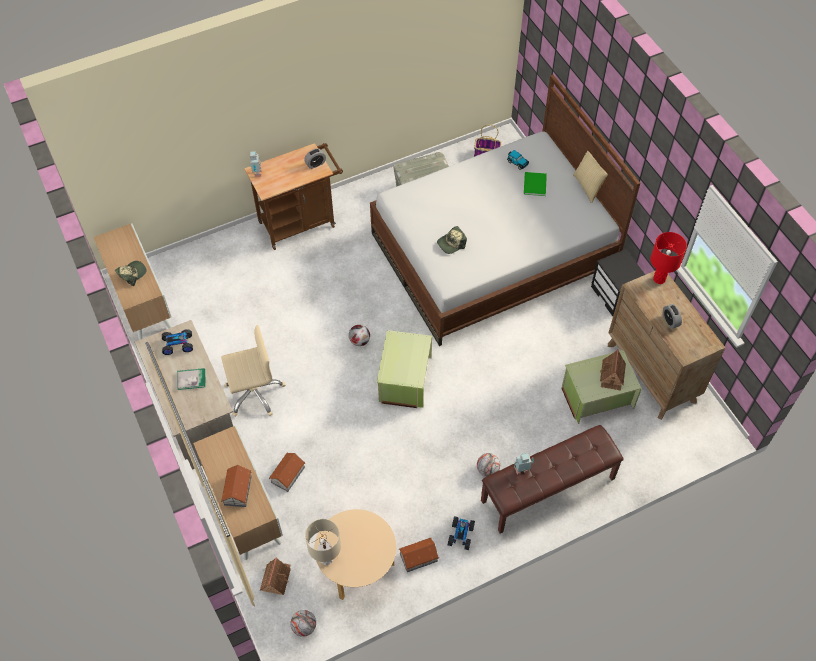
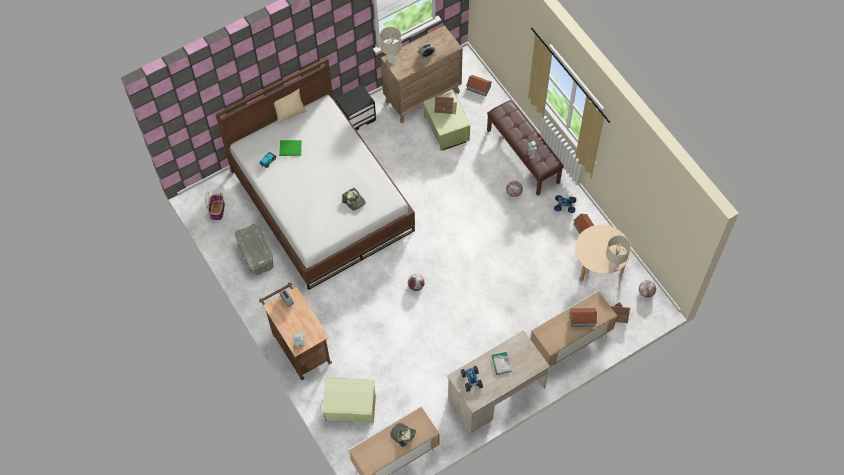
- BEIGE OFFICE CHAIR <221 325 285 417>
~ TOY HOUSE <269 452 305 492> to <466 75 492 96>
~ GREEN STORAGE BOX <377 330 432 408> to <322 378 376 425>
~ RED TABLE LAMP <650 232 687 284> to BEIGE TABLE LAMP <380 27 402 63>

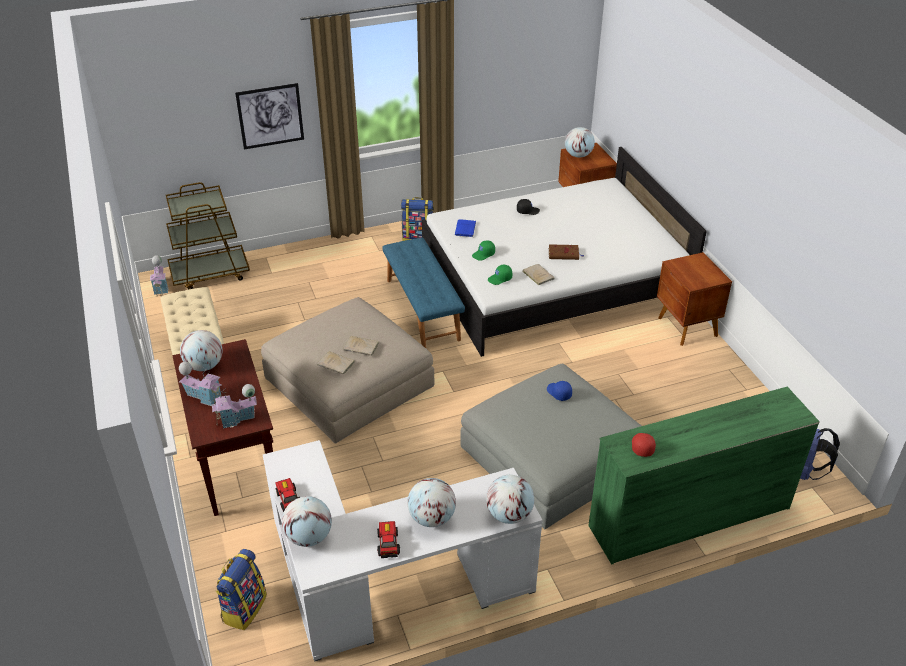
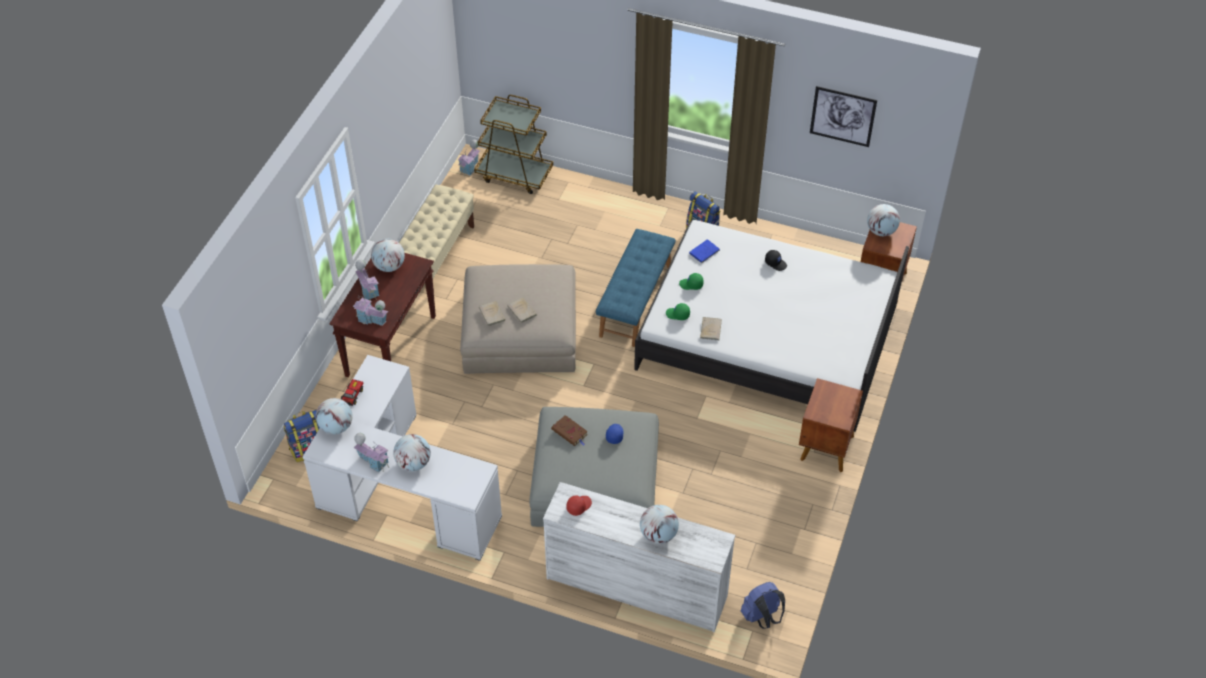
~ PICTURE <235 83 304 150> to <810 86 877 147>
~ TOY CAR <377 521 400 558> to TOY HOUSE <354 433 389 473>
~ GLOBE <486 475 534 524> to <640 505 679 544>
~ BROWN BOOK <549 244 585 260> to <551 415 588 446>
~ GREEN DRESSER <588 387 820 565> to WHITE DRESSER <543 482 735 632>

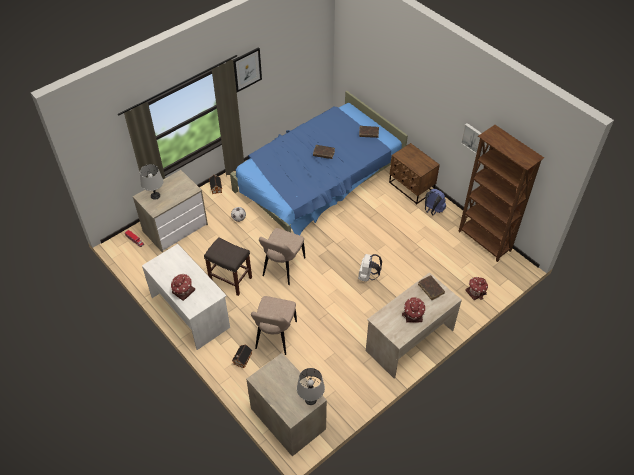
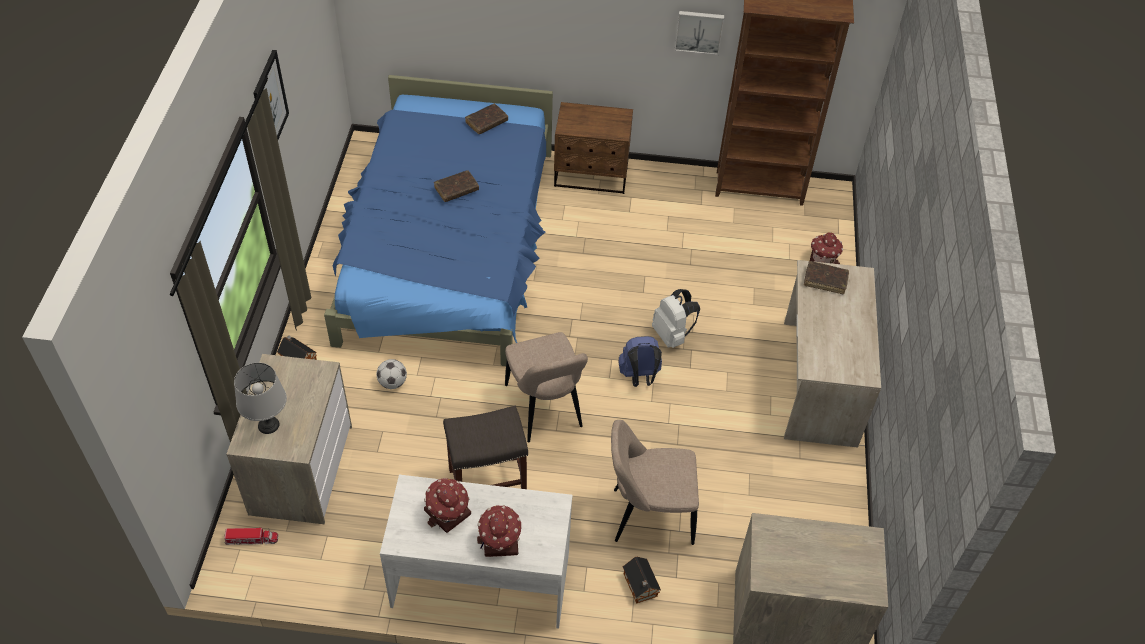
~ BEIGE CHAIR <251 296 297 355> = <611 420 699 545> 120 degrees clockwise
- GREY TABLE LAMP <297 368 325 405>
~ TOY HOUSE <402 297 425 322> to <424 478 471 533>
~ BLUE BACKPACK <425 189 446 215> to <618 336 662 387>

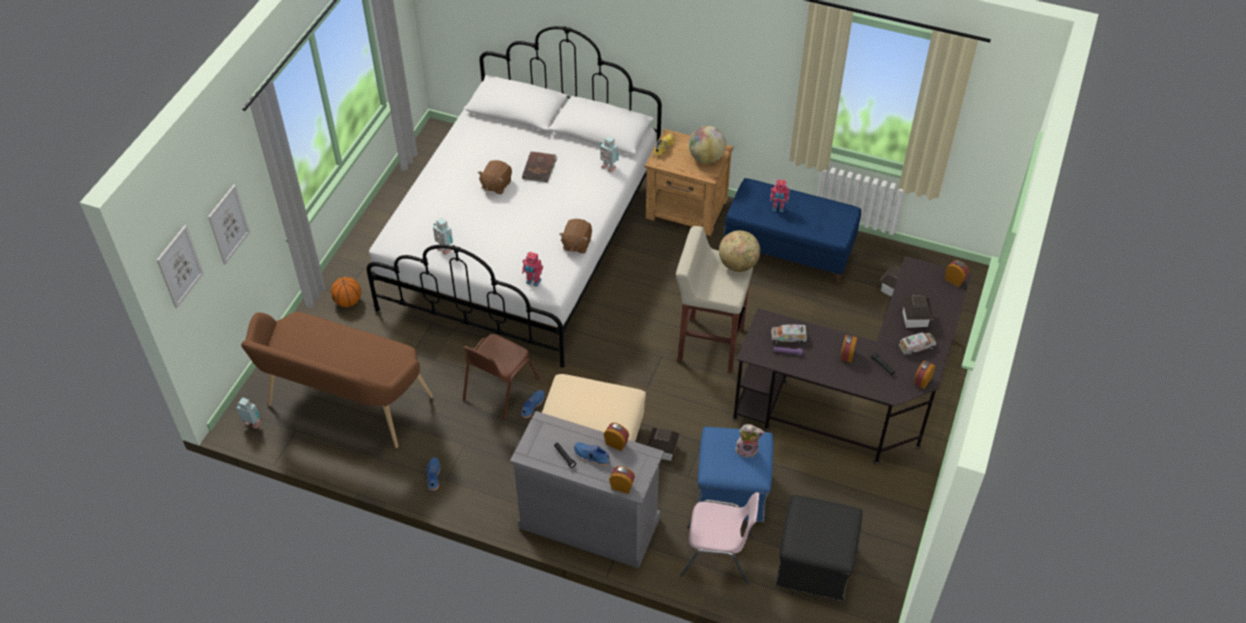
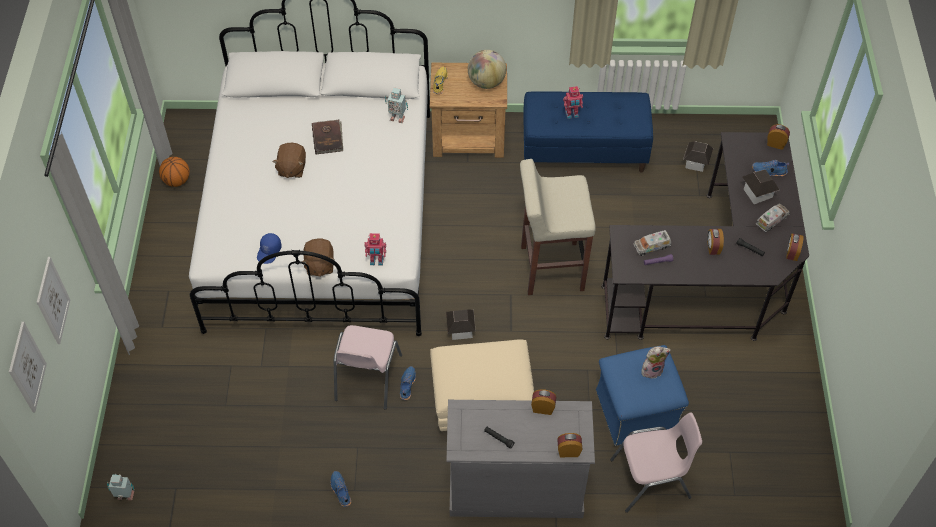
- BROWN BENCH <241 312 433 448>
~ BASKETBALL <331 277 361 307> to <159 157 190 187>
~ TOY ROBOT <433 217 453 255> to BLUE CAP <257 233 282 264>
~ BROWN CHAIR <463 334 540 421> to PINK CHAIR <334 325 402 410>
~ BROWN PLUSH TOY <559 219 592 254> to <302 239 335 277>
~ BLUE SHOE <574 442 611 466> to <752 160 789 176>
~ TOY HOUSE <647 428 680 461> to <446 309 476 340>
- GLOBE <719 230 760 272>
- BLACK OTTOMAN <775 495 863 602>

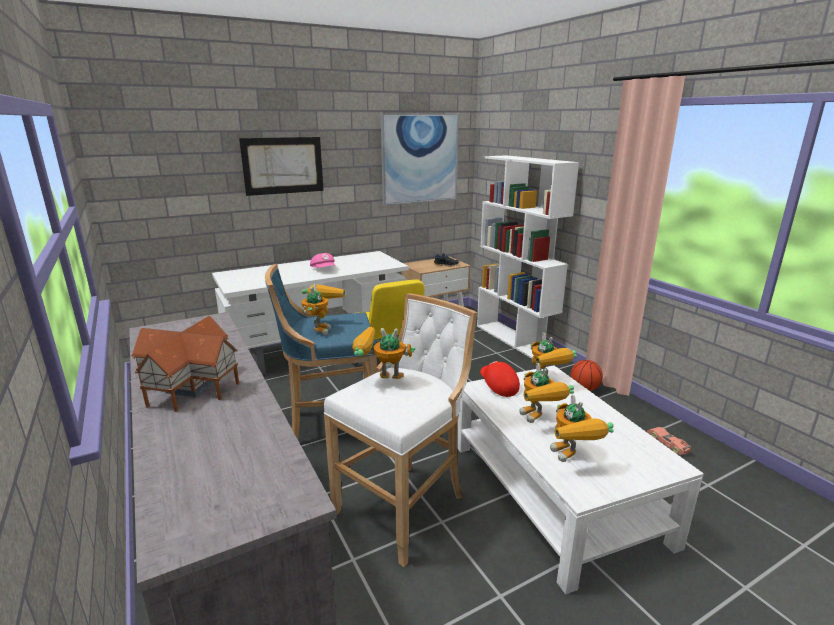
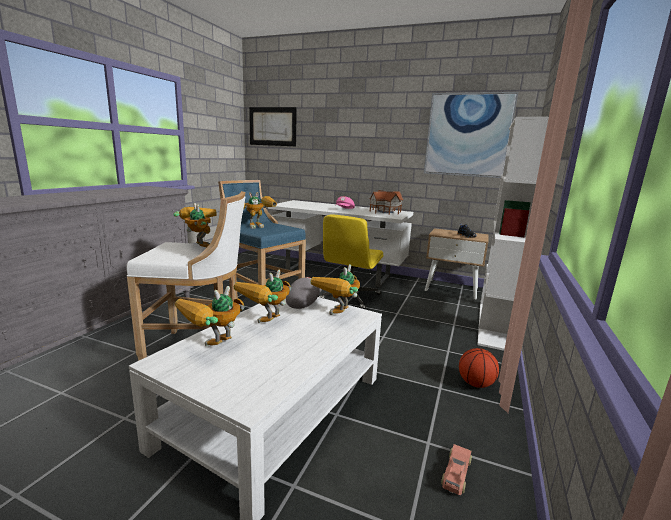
~ TOY HOUSE <131 316 239 412> to <369 190 403 215>
~ PICTURE <239 137 324 196> to <249 107 297 146>
~ RED CAP <480 361 520 397> to GREY CAP <286 277 322 309>

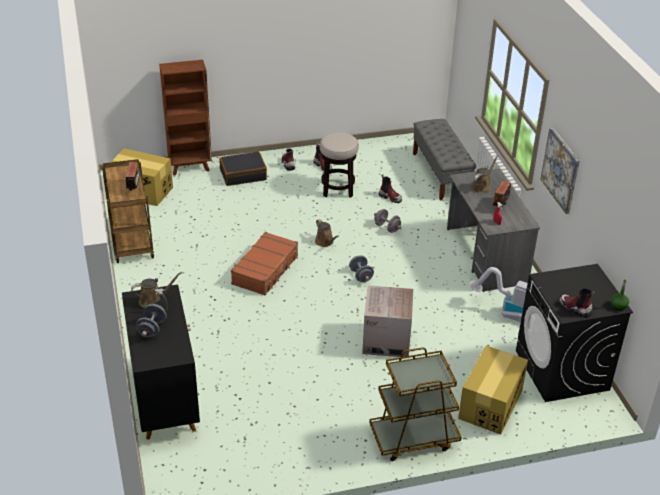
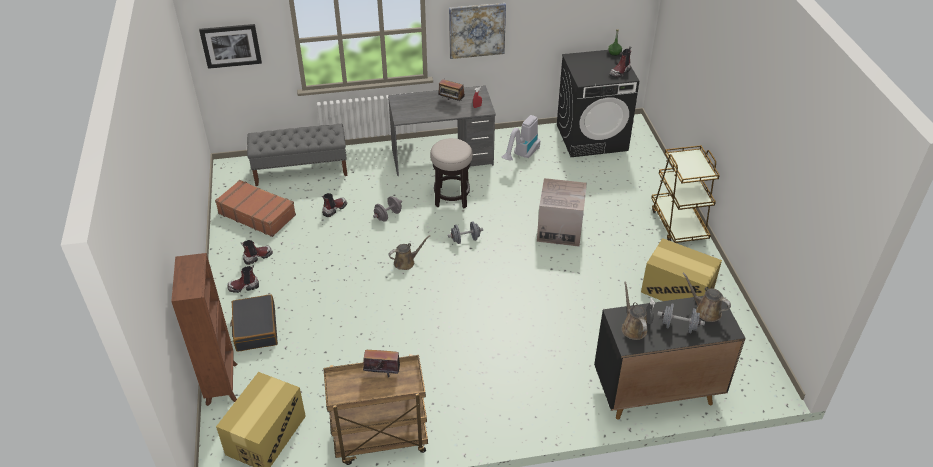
~ BROWN SUITCASE <231 232 298 295> to <215 180 296 237>
~ STOOL <320 132 359 198> to <430 138 473 208>
~ CARDBOARD BOX <458 346 528 435> to <641 238 722 301>
~ BROWN WATERING CAN <471 155 499 193> to <682 272 731 322>
+ PICTURE <199 24 262 69>

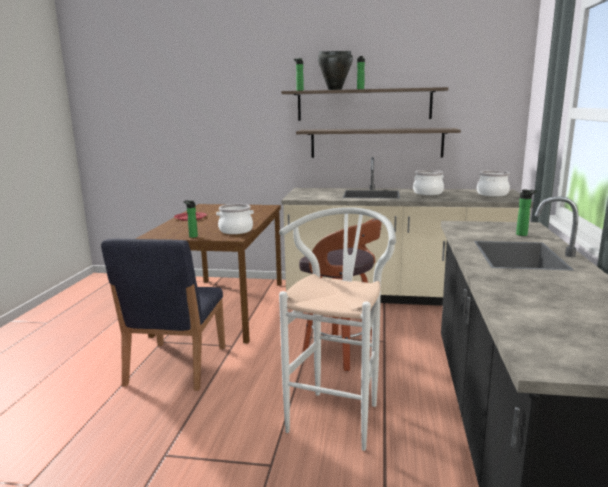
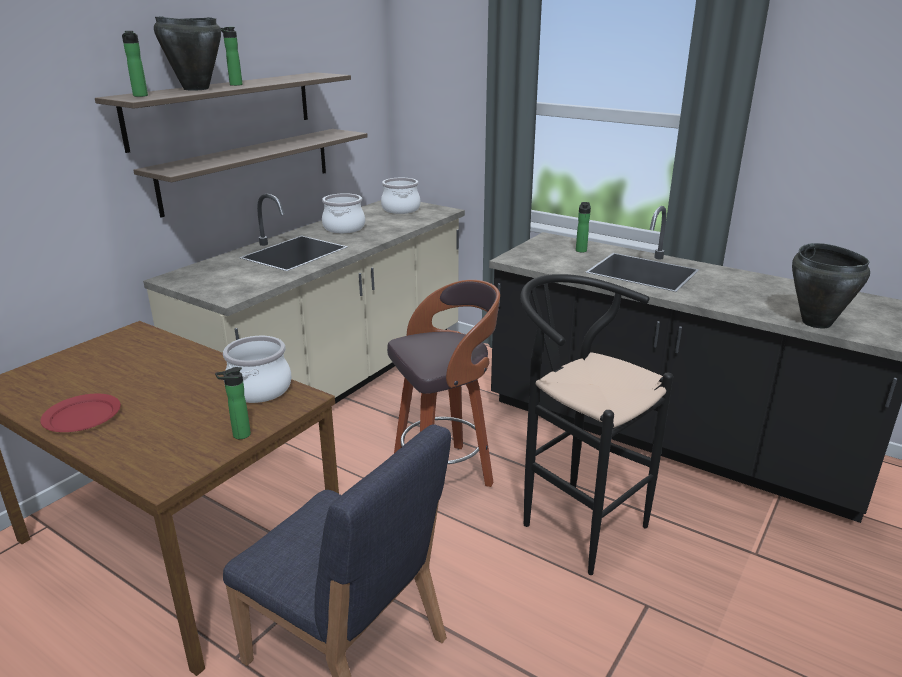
~ WHITE STOOL <279 207 396 451> to BLACK STOOL <520 274 673 575>
+ BLACK COOKING POT <792 243 870 329>

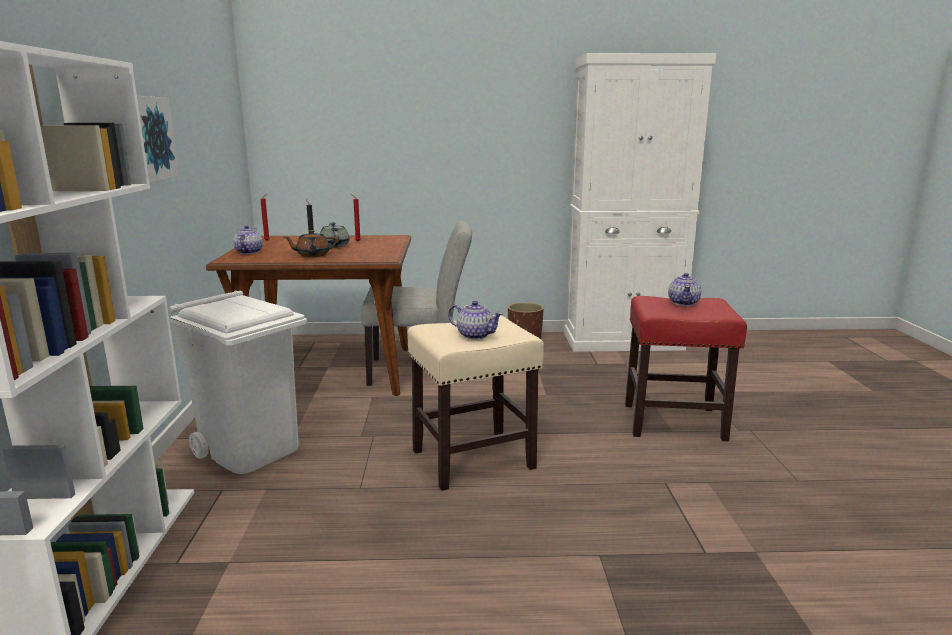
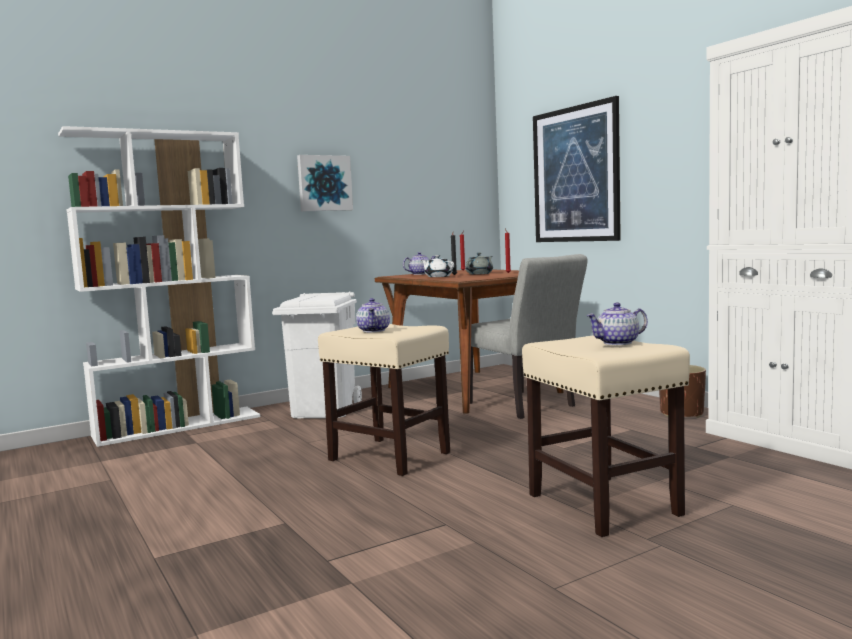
~ BROWN TEAPOT <284 230 337 257> to WHITE TEAPOT <422 255 454 277>
~ RED STOOL <625 296 747 441> to BEIGE STOOL <522 335 690 537>
+ PICTURE <533 96 621 242>

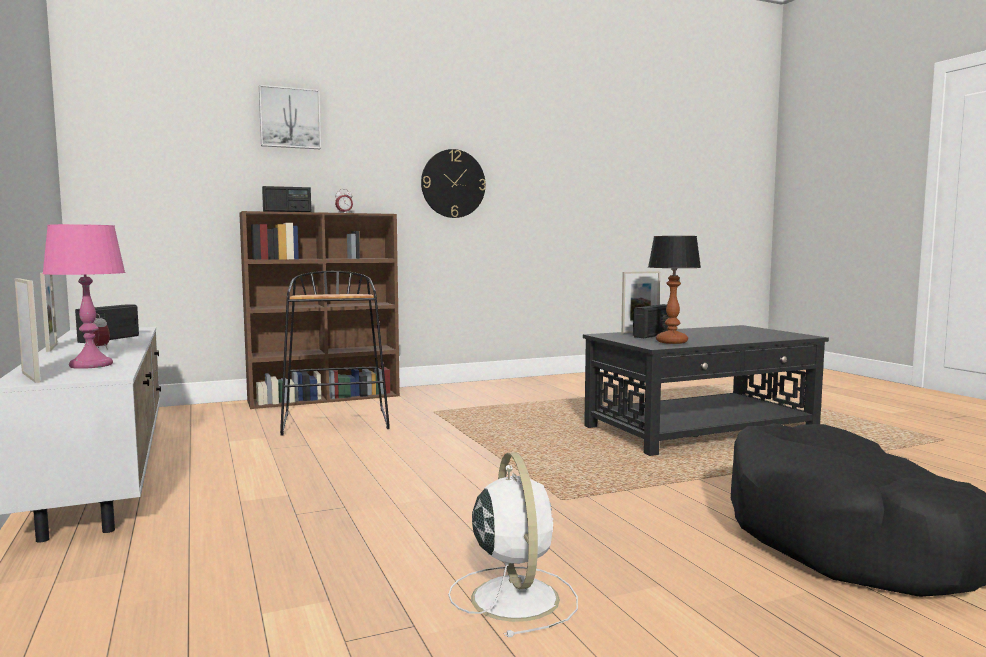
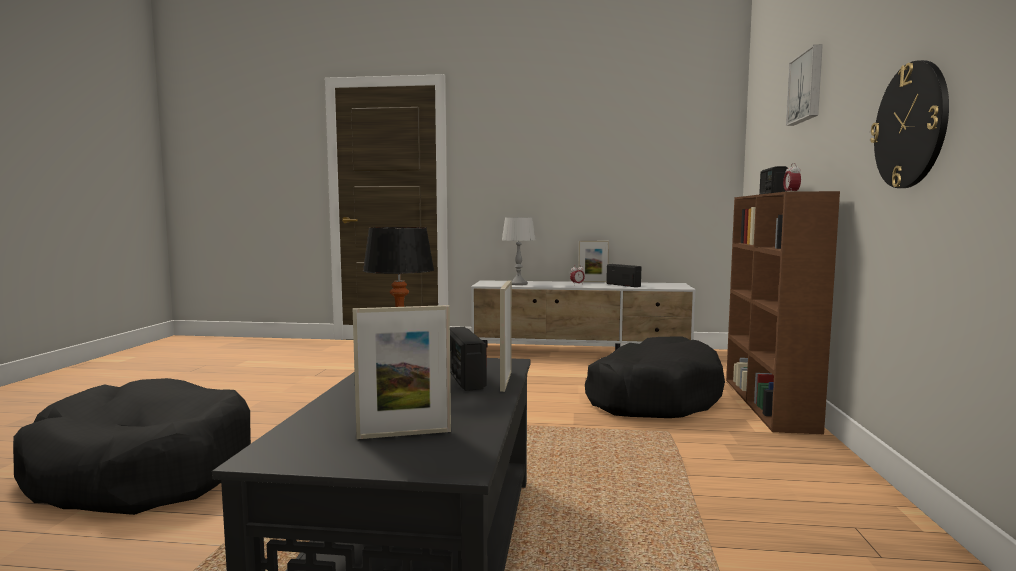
~ PICTURE FRAME <14 278 41 383> to <353 305 451 439>
~ PINK TABLE LAMP <42 224 126 369> to GREY TABLE LAMP <502 217 536 285>
~ BLACK STOOL <280 271 390 435> to BLACK DOG BED <585 336 725 418>
- WHITE FAN <448 452 578 637>

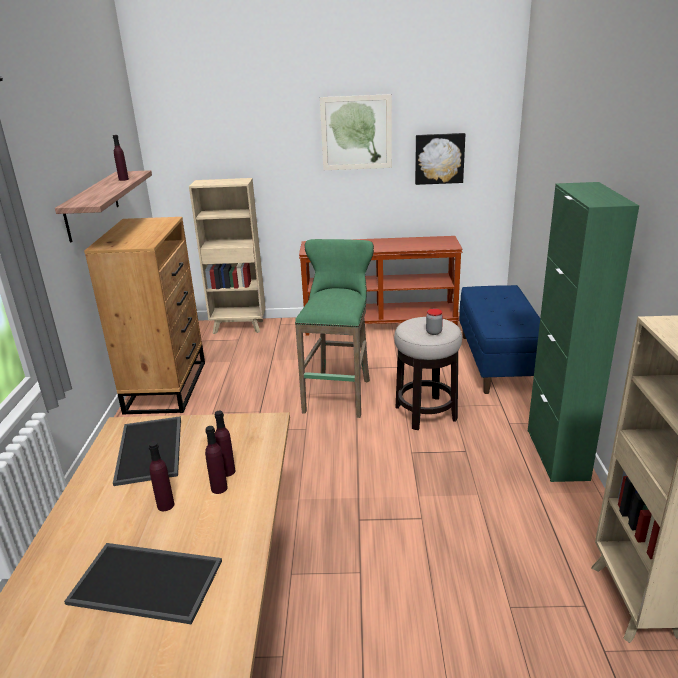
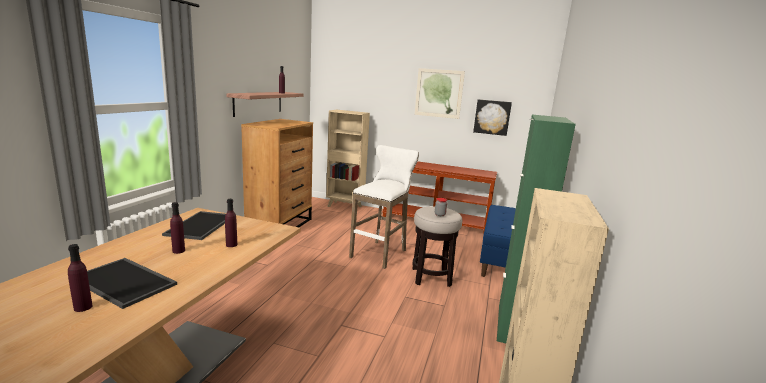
~ PURPLE BOTTLE <205 426 228 494> to <68 244 93 312>
~ GREEN STOOL <295 239 374 418> to WHITE STOOL <349 145 419 269>

